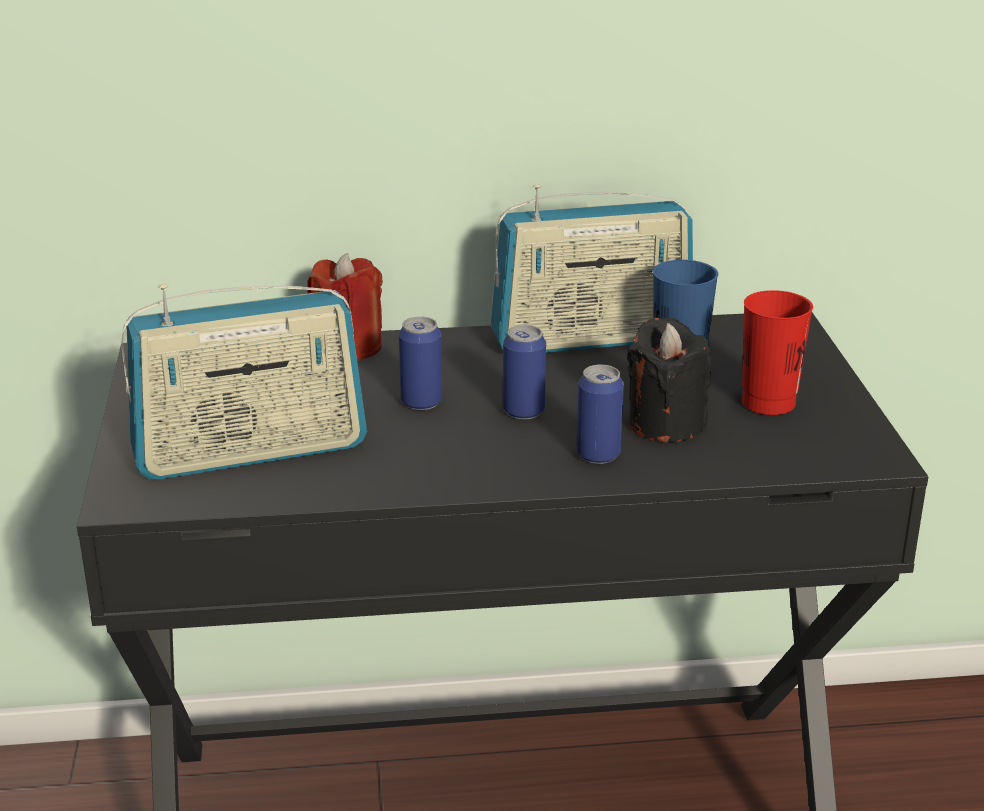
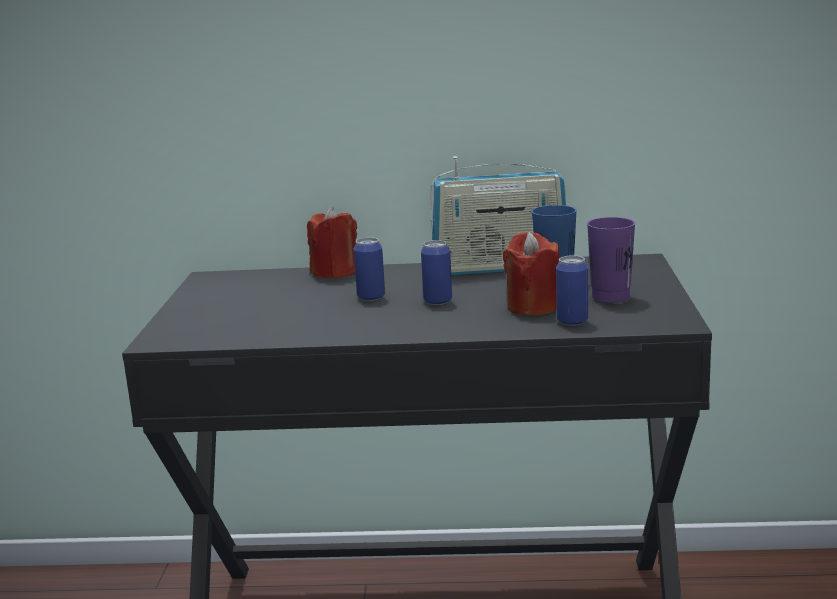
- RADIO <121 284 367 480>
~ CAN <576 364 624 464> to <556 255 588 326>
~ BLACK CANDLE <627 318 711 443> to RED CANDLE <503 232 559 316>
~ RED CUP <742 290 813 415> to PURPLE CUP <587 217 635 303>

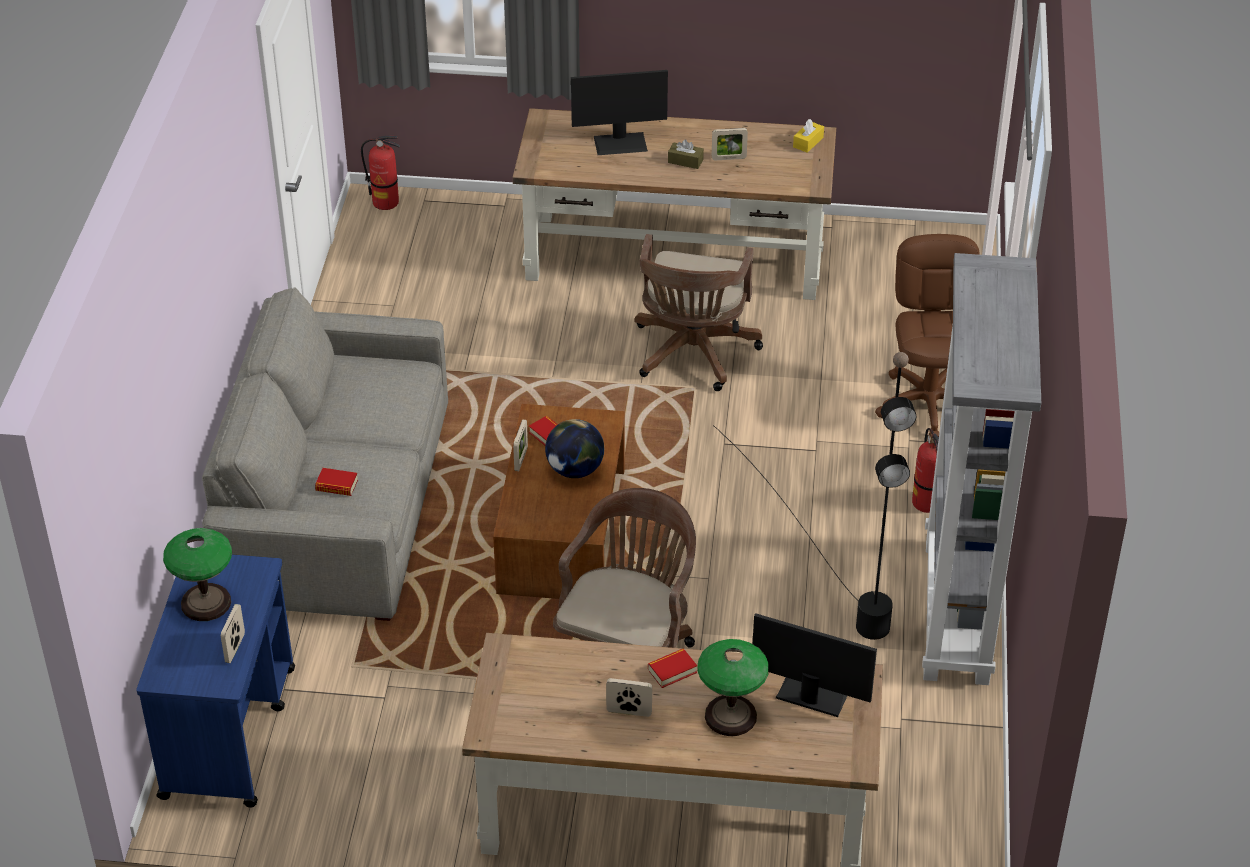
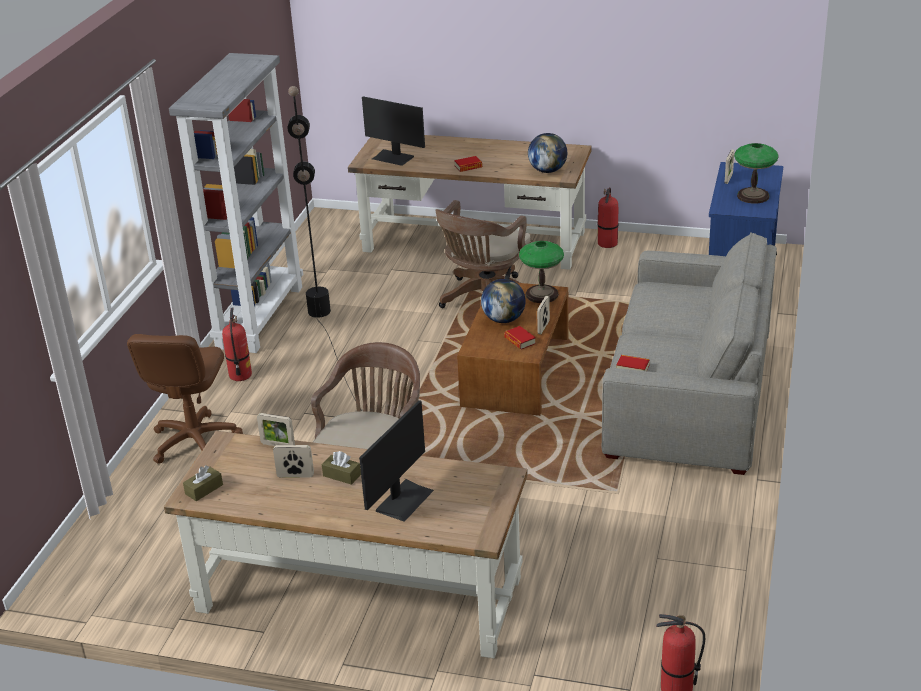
~ BOOK <315 468 358 496> to <616 355 650 371>
~ MONITOR <571 70 668 155> = <359 400 434 522> 120 degrees clockwise
~ PICTURE FRAME <606 678 652 717> to <257 413 295 446>
~ TABLE LAMP <697 639 769 736> to <519 241 564 303>
~ YELLOW TISSUE BOX <793 119 824 153> to BROWN TISSUE BOX <183 465 223 501>
+ GLOBE <528 133 567 173>
+ FIRE EXTINGUISHER <598 187 618 248>

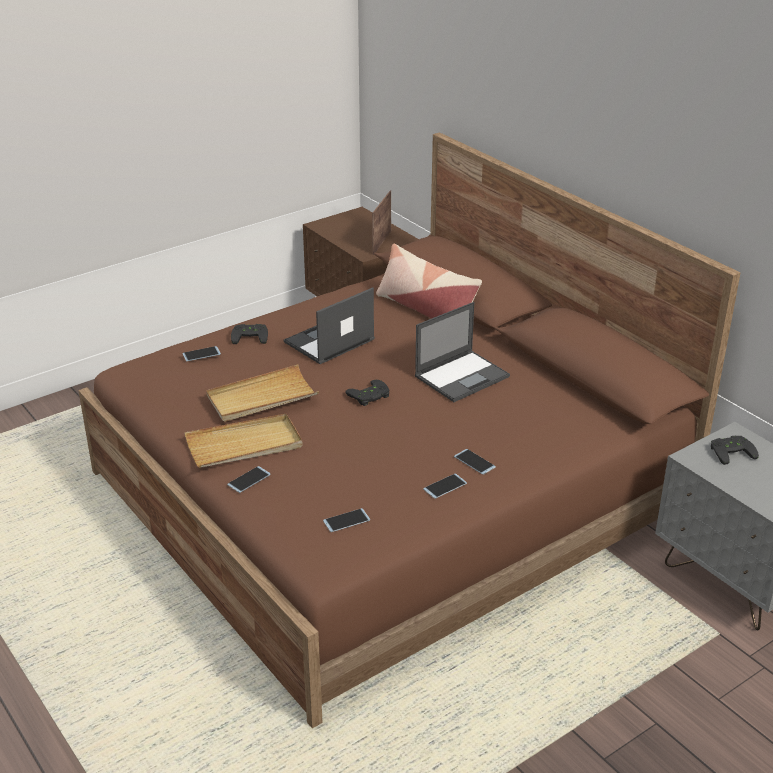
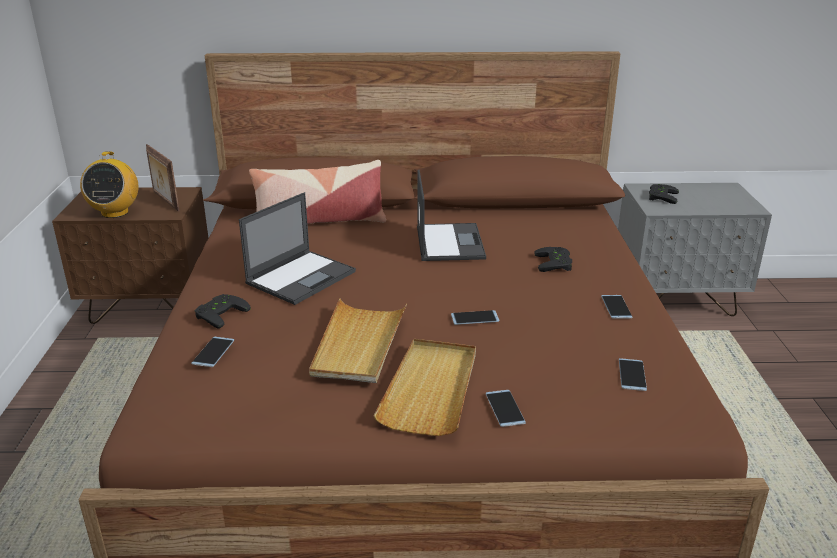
~ LAPTOP <284 287 375 364> = <239 192 356 305> 135 degrees counterclockwise
~ BLACK GAME CONTROLLER <345 380 390 406> to <535 247 572 272>
~ PHONE <454 449 496 475> to <451 310 499 325>
+ RADIO <80 151 139 218>

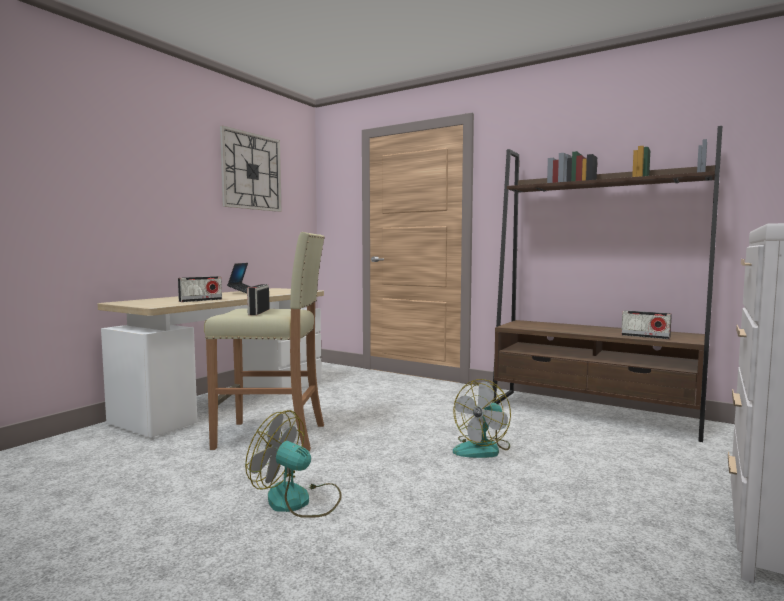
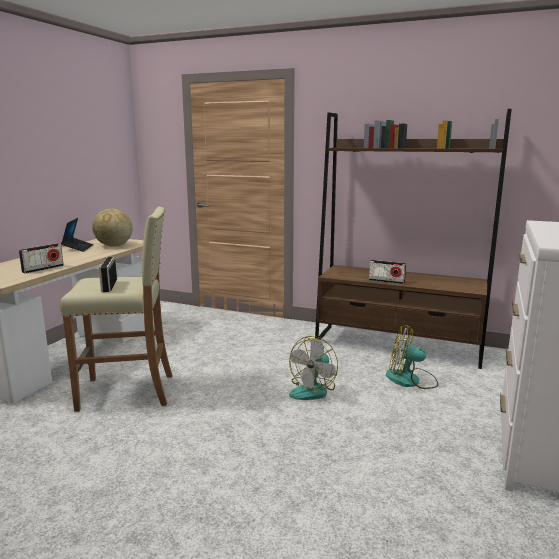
- WALL CLOCK <220 125 281 212>
~ FAN <245 410 342 518> to <386 325 438 389>
~ RADIO <621 310 672 339> to <369 260 406 284>
+ GLOBE <92 208 133 247>

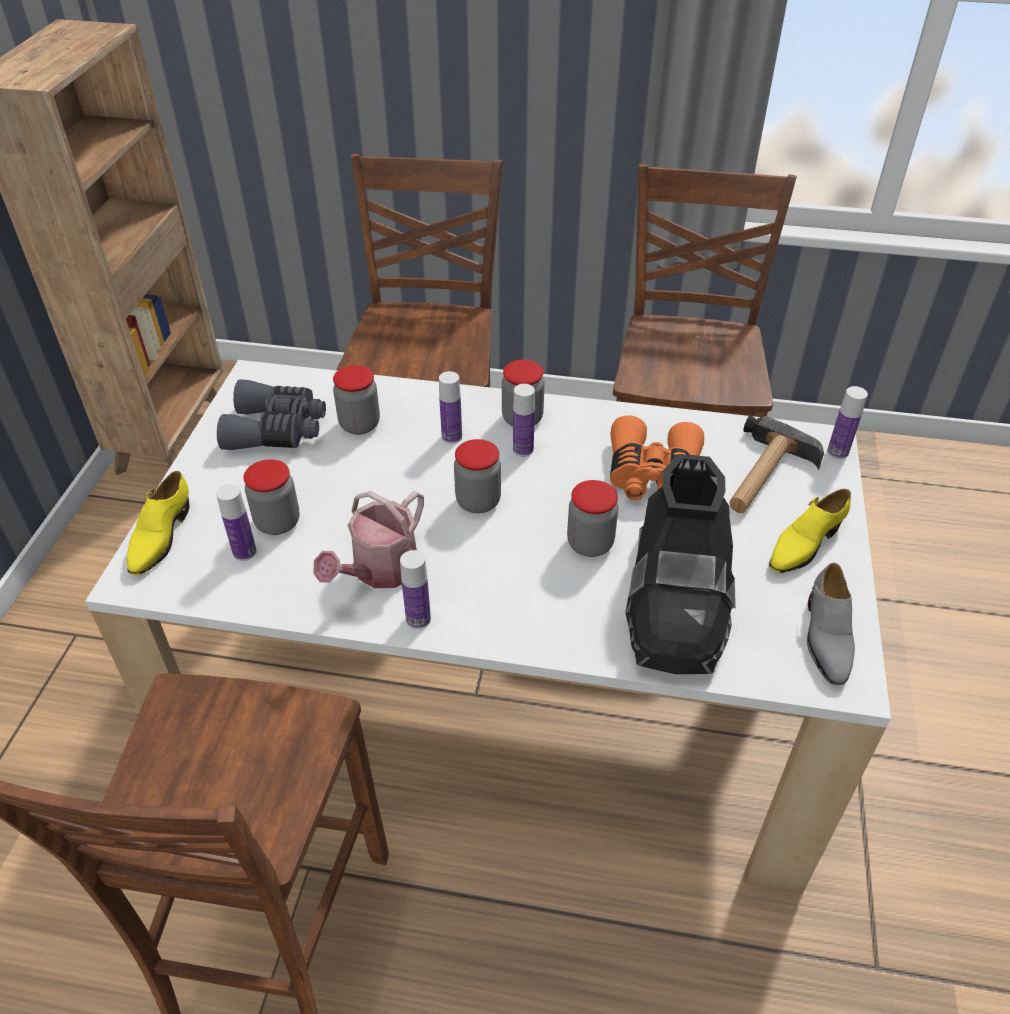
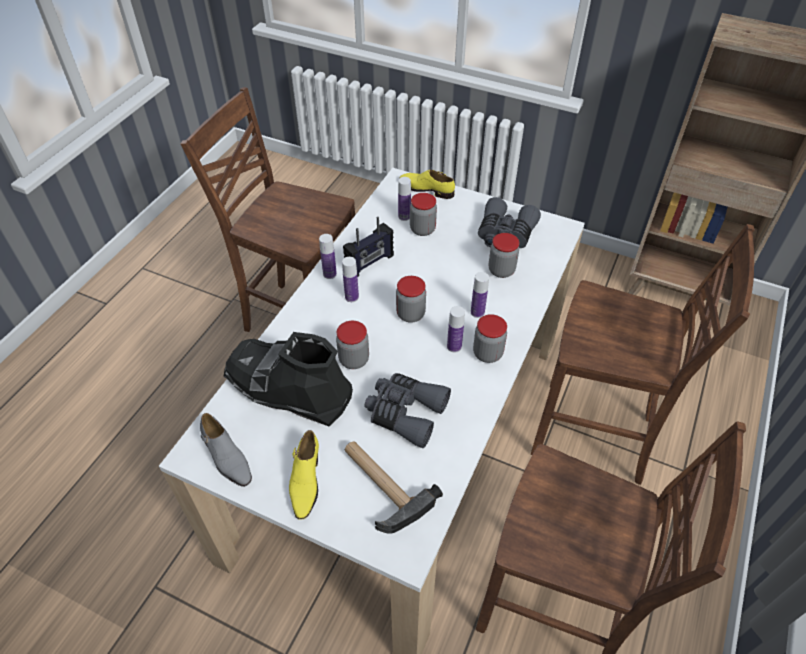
~ WATERING CAN <313 491 424 588> to RADIO <343 217 394 277>
~ ORANGE BINOCULARS <610 415 704 500> to GREY BINOCULARS <364 373 451 448>
~ YELLOW SHOE <769 489 851 573> = <289 430 319 520> 150 degrees counterclockwise
~ GREY SHOE <807 563 855 685> = <200 413 252 487> 150 degrees counterclockwise
~ BOTTLE <827 386 868 459> to <342 257 359 302>

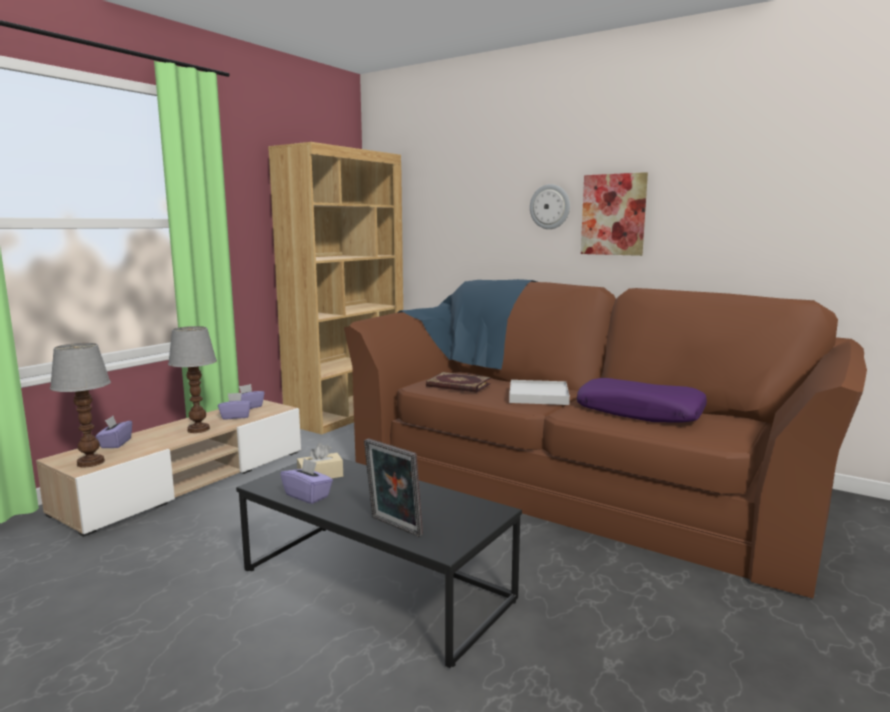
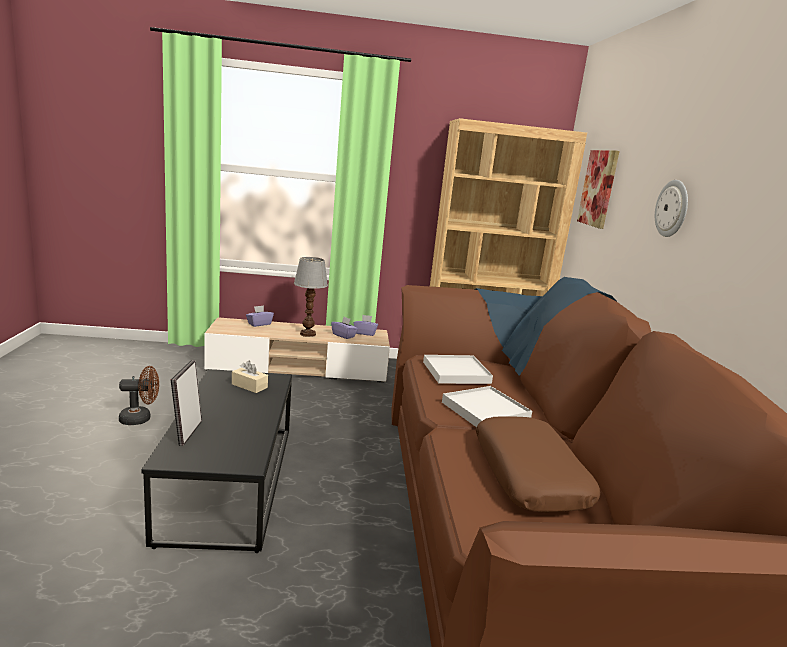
- TABLE LAMP <50 343 111 467>
- PURPLE TISSUE BOX <280 458 333 504>
~ BOOK <426 372 491 393> to WHITE TRAY <423 355 493 384>
~ PURPLE PILLOW <577 378 707 422> to BROWN PILLOW <476 416 600 512>
~ PICTURE <581 172 648 256> to <577 150 620 229>
+ BROWN FAN <119 366 159 425>

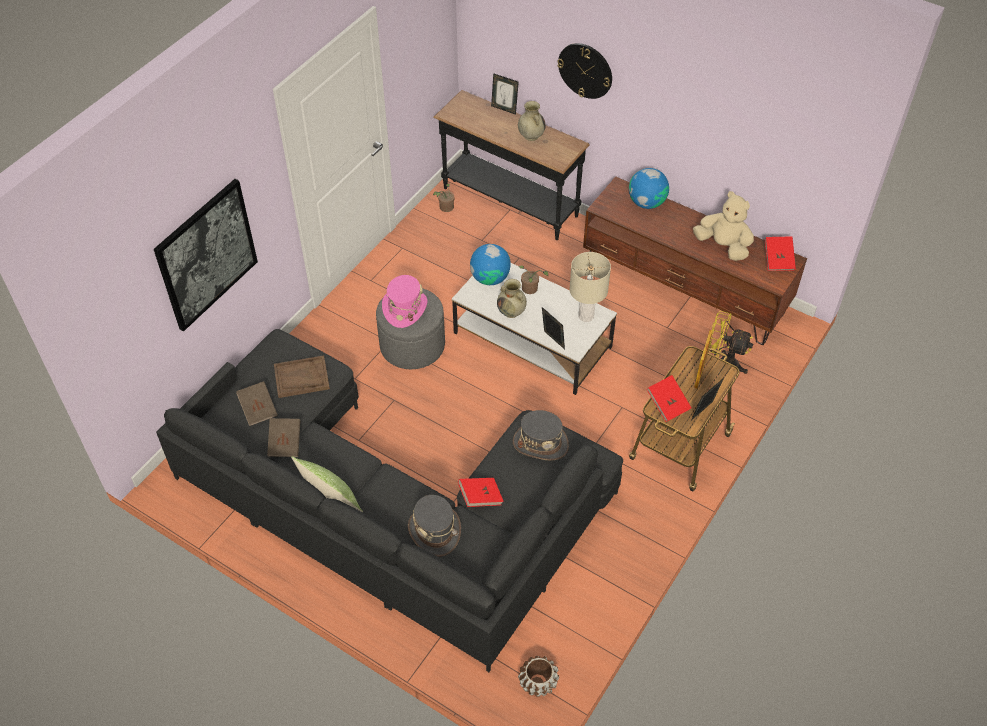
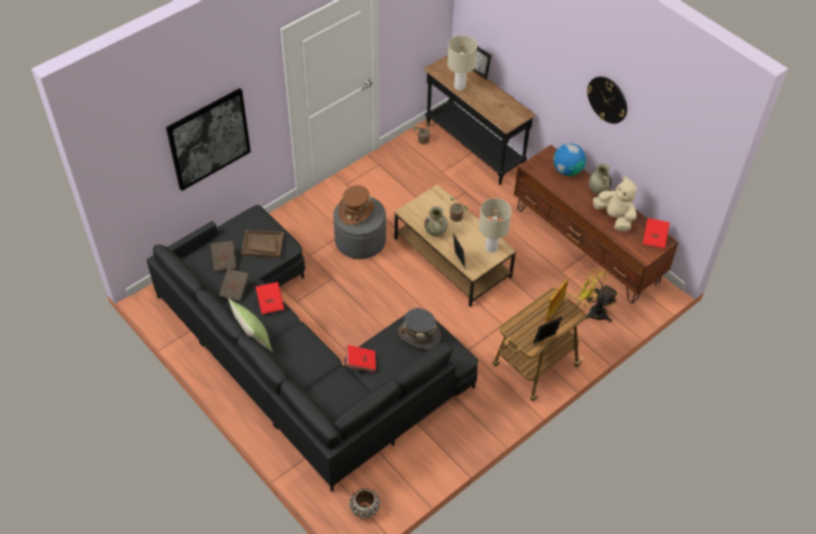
~ PINK HAT <382 275 427 328> to BROWN HAT <338 185 375 225>
- GREY HAT <408 495 461 557>
~ WHITE COFFEE TABLE <452 263 617 395> to BROWN COFFEE TABLE <394 184 516 307>
- GLOBE <470 244 511 285>
~ BEIGE VASE <518 101 545 141> to <589 164 612 195>
~ WALL CLOCK <557 43 612 99> to <587 76 627 124>
~ RED BOOK <647 375 691 422> to <256 282 284 315>
+ BEIGE TABLE LAMP <447 35 477 90>

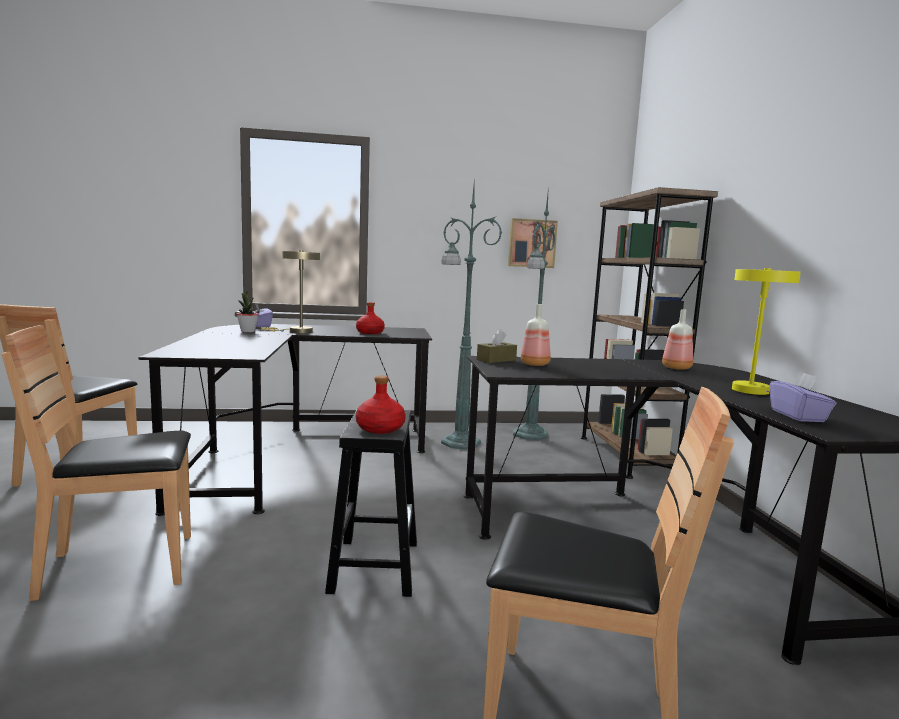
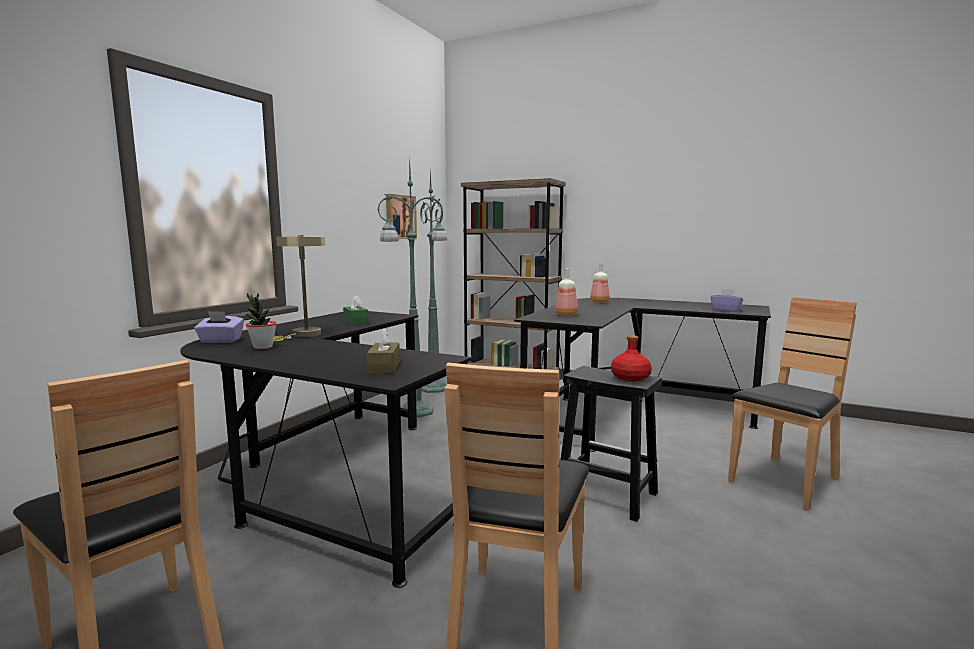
~ RED BOTTLE <356 302 385 334> to GREEN TISSUE BOX <343 295 369 325>
~ BROWN TISSUE BOX <477 329 517 363> to <367 328 400 374>
- YELLOW TABLE LAMP <732 268 801 395>

